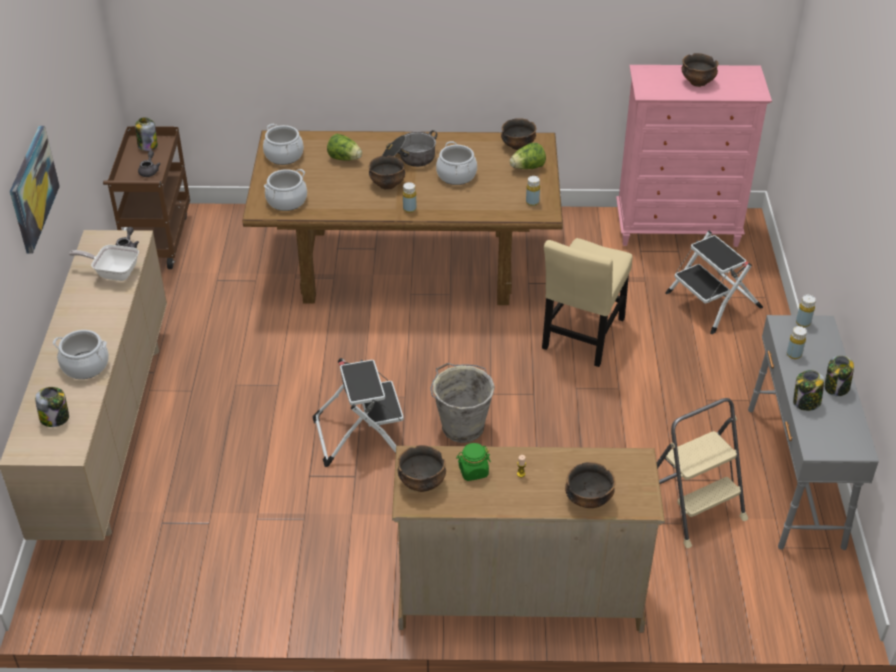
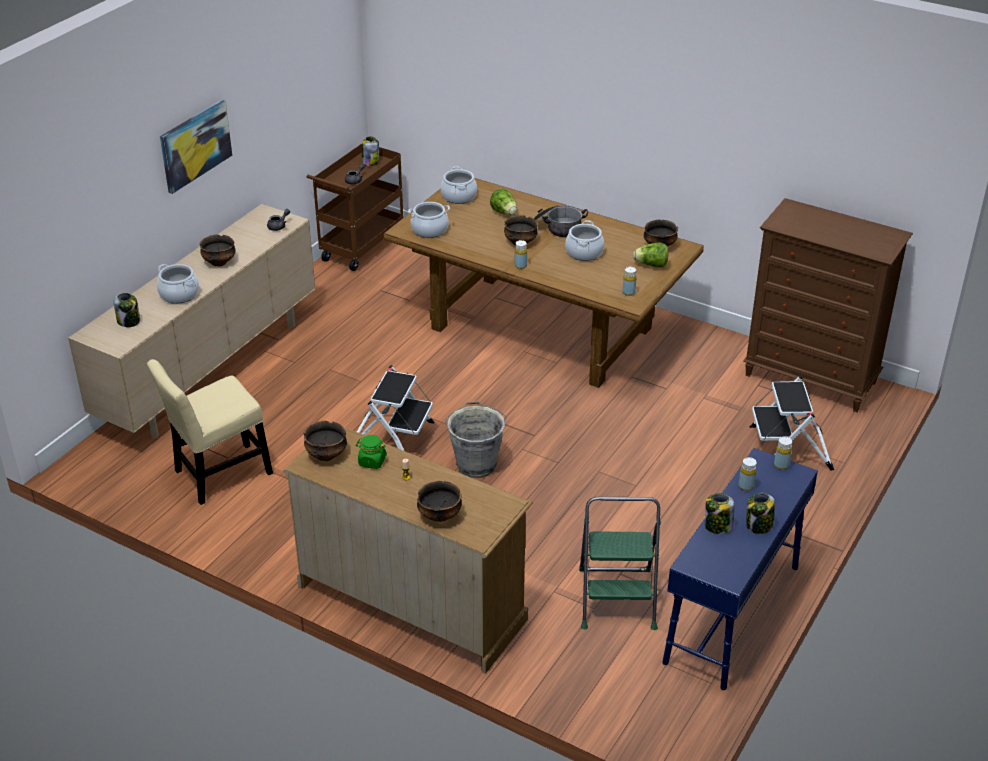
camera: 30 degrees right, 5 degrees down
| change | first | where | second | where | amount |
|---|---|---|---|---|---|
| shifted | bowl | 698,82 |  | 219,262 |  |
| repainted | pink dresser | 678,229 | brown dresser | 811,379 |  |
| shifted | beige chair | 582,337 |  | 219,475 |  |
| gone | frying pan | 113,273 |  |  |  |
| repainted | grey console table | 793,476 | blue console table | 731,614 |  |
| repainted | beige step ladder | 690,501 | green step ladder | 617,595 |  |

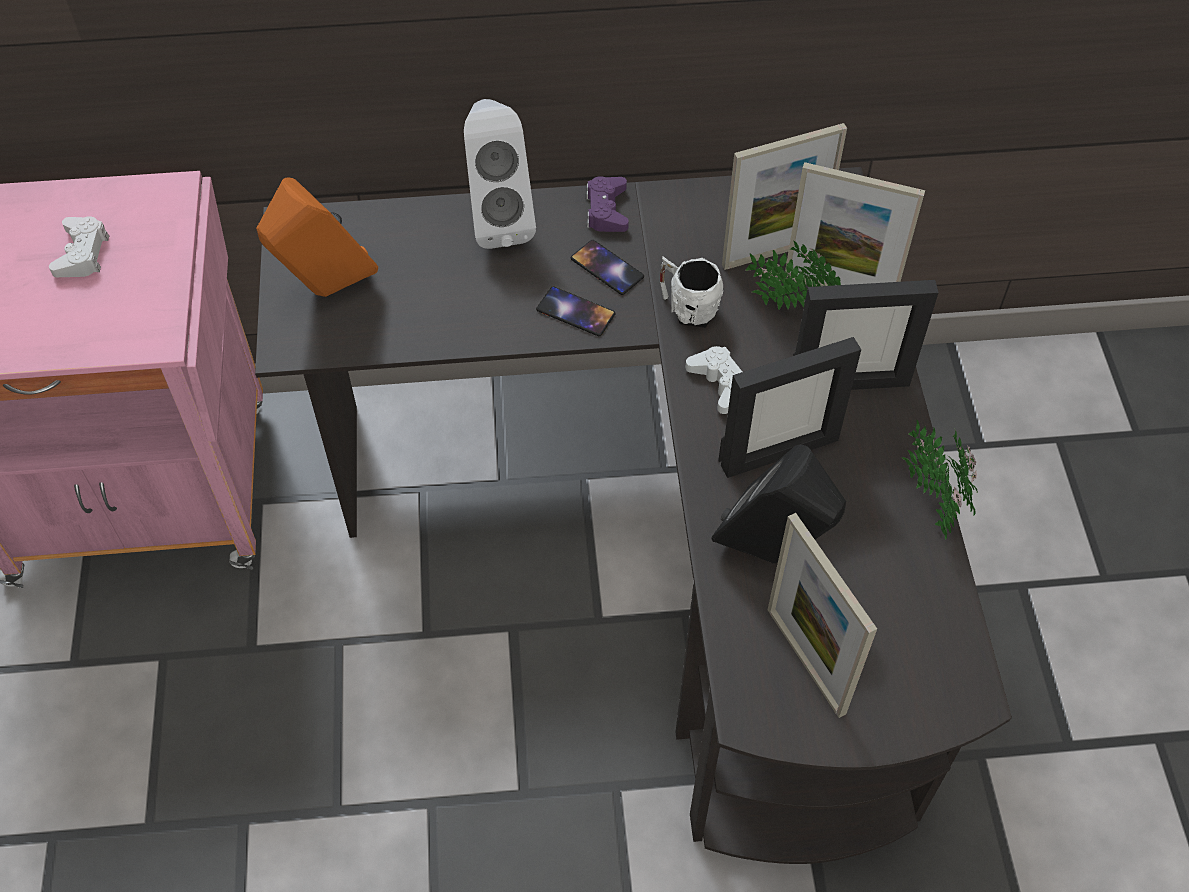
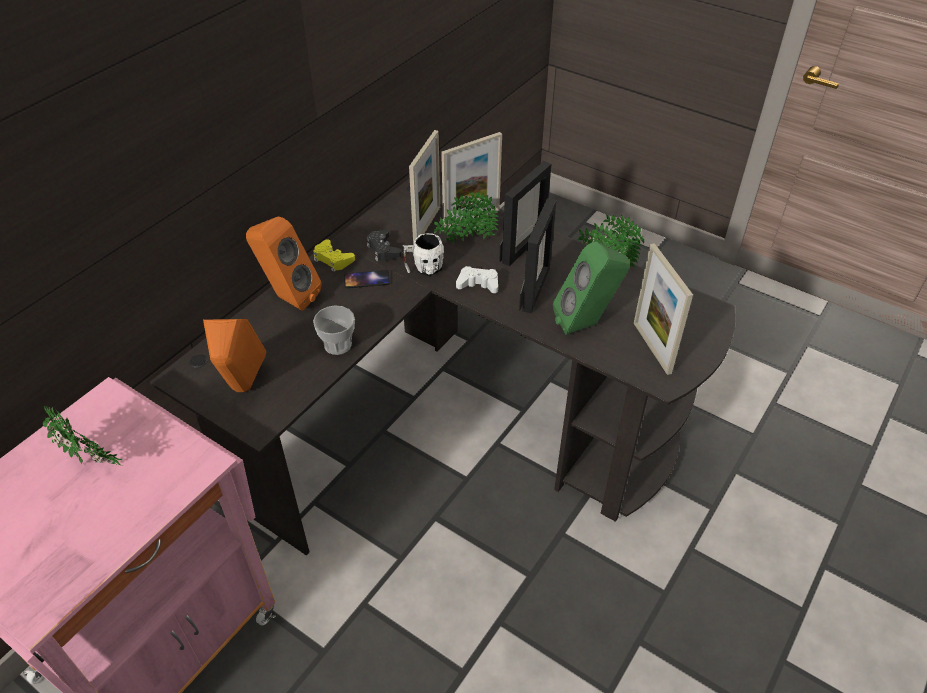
camera: 50 degrees left, 10 degrees down
| change | first | where | second | where | amount |
|---|---|---|---|---|---|
| repainted | white speaker | 499,220 | orange speaker | 288,298 |  |
| repainted | purple game controller | 606,210 | yellow game controller | 333,259 |  |
| swapped | white game controller | 82,253 | potted plant | 93,464 |  |
| gone | phone | 575,312 |  |  |  |
| repainted | black speaker | 772,554 | green speaker | 586,324 |  |
| rotated | picture frame | 805,660 |  | 652,347 | 60 degrees clockwise |
| new |  |  | black game controller | 383,250 |  |
| new |  |  | cup | 337,345 |  |

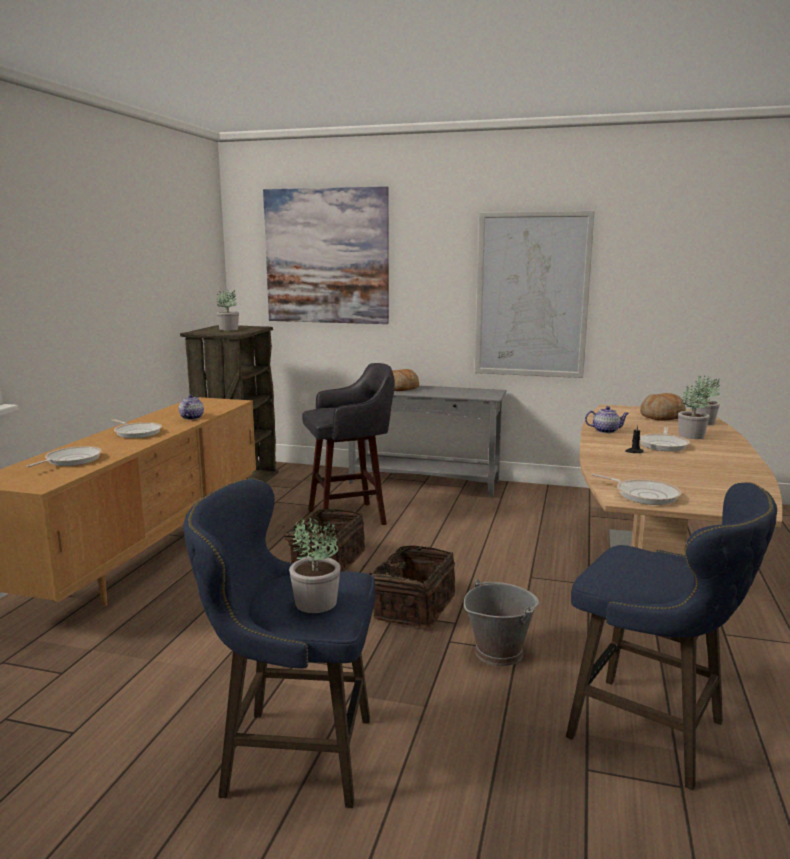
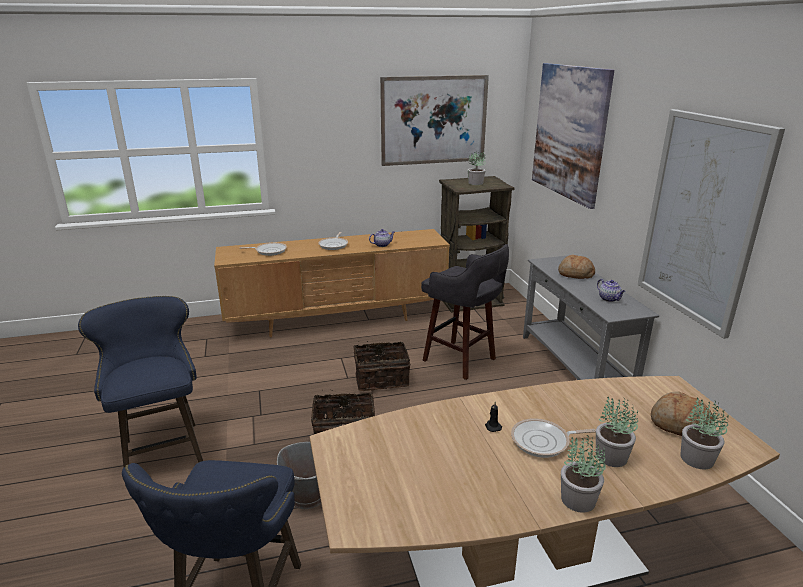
camera: 60 degrees right, 10 degrees up
| change | first | where | second | where | amount |
|---|---|---|---|---|---|
| shifted | teapot | 606,431 |  | 609,299 |  |
| gone | frying pan | 643,495 |  |  |  |
| shifted | potted plant | 315,603 |  | 577,500 |  |
| new |  |  | picture | 434,120 |  |

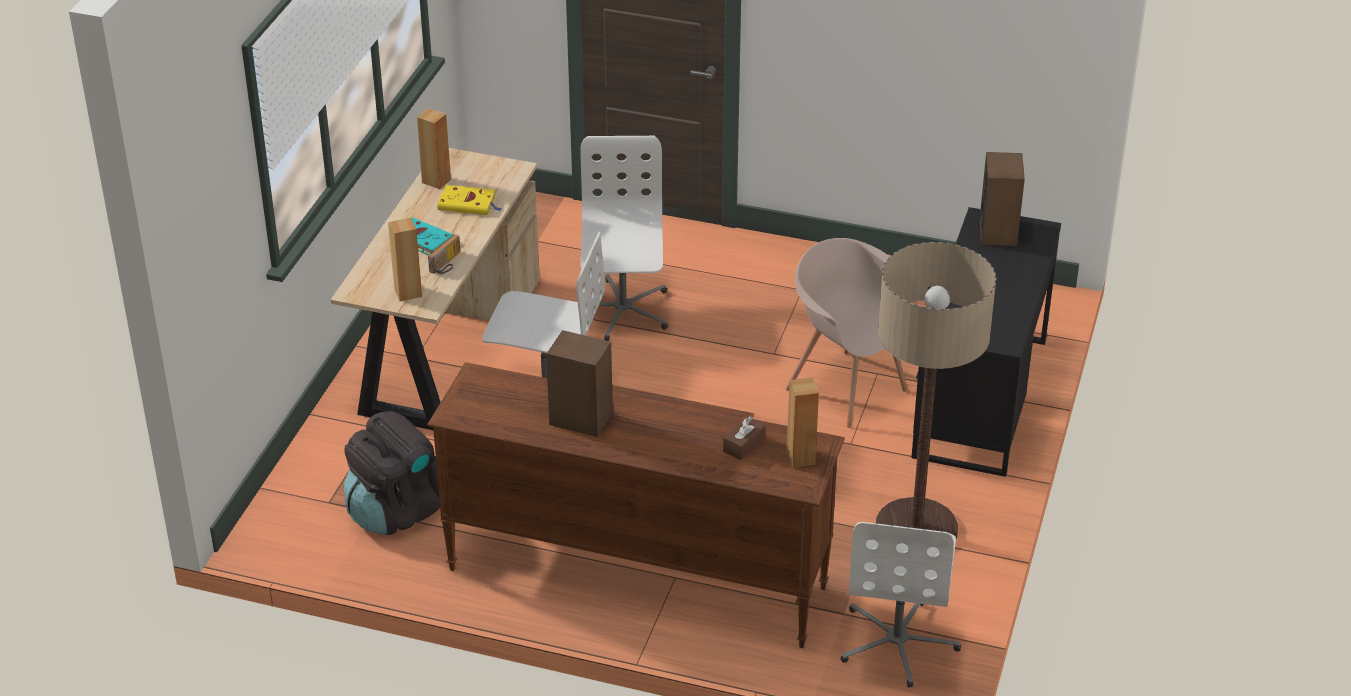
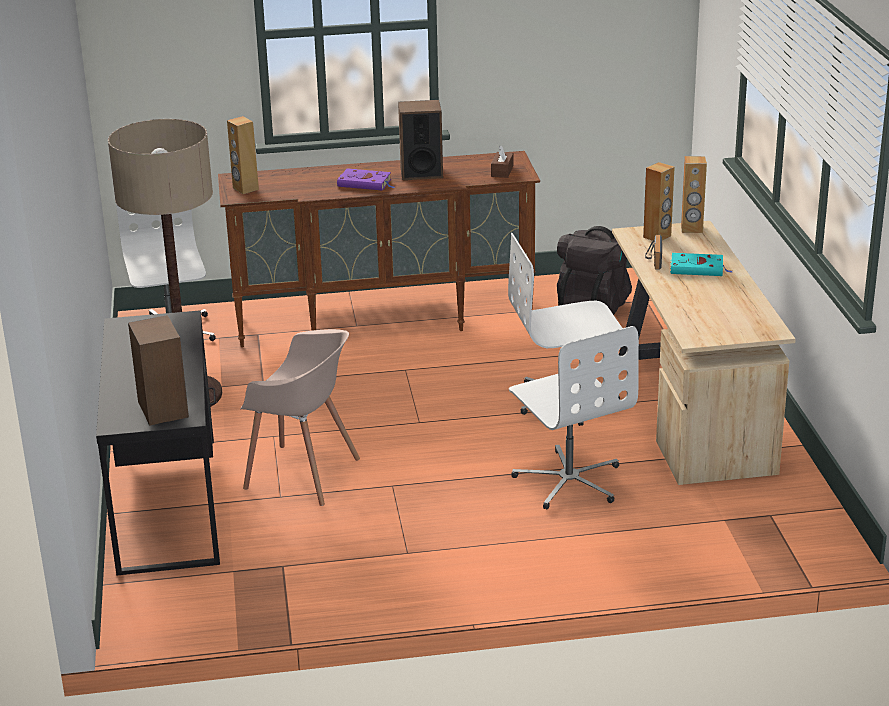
camera: 155 degrees right, 10 degrees down
| change | first | where | second | where | amount |
|---|---|---|---|---|---|
| shifted | brown speaker | 436,181 |  | 691,229 |  |
| gone | yellow book | 468,204 |  |  |  |
| shifted | brown tissue box | 744,445 |  | 502,171 |  |
| new |  |  | purple book | 366,183 |  |

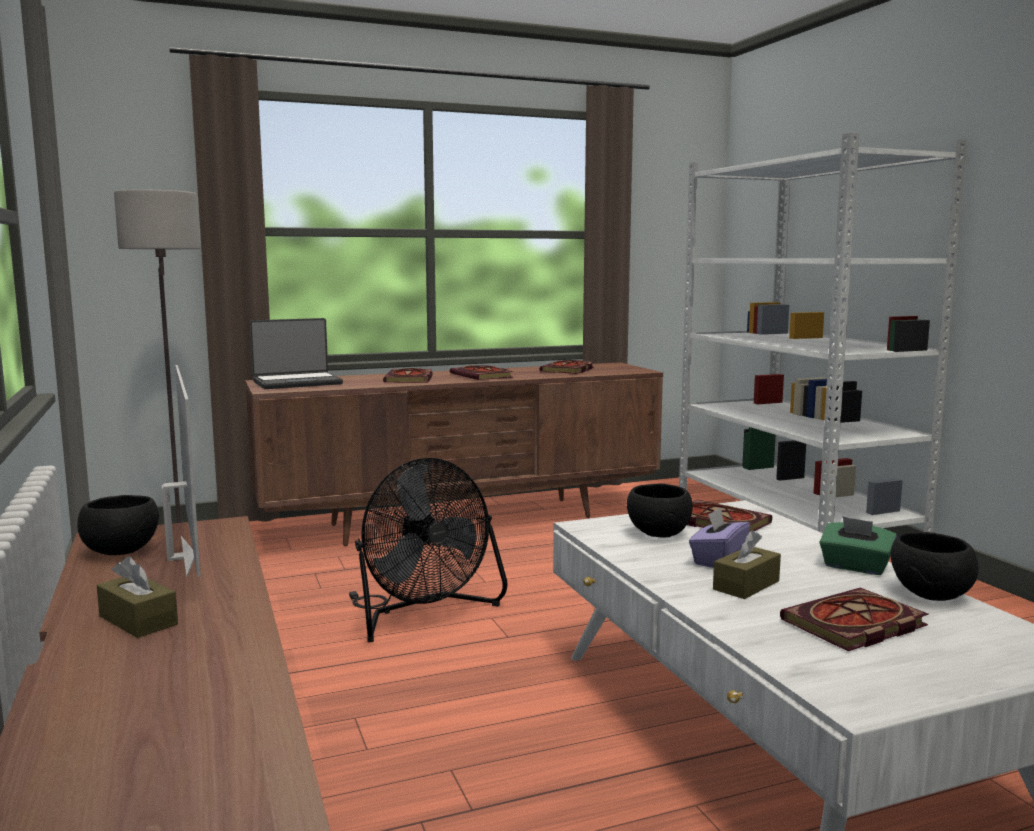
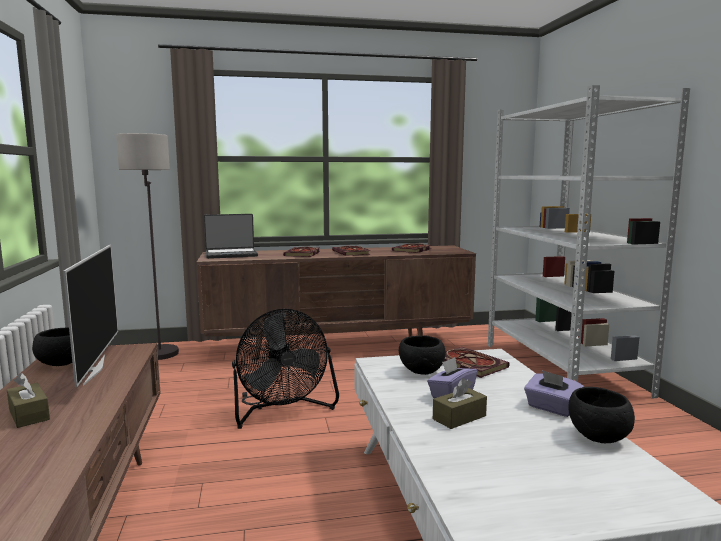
camera: 10 degrees right, 0 degrees up
| change | first | where | second | where | amount |
|---|---|---|---|---|---|
| repainted | green tissue box | 855,567 | purple tissue box | 552,408 |  |
| gone | book | 853,625 |  |  |  |

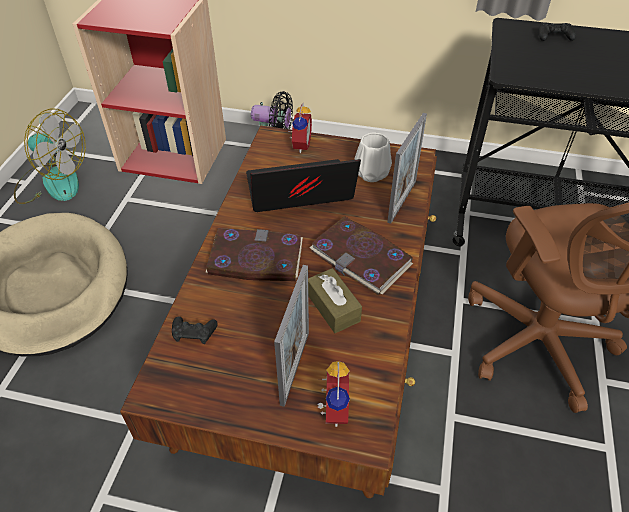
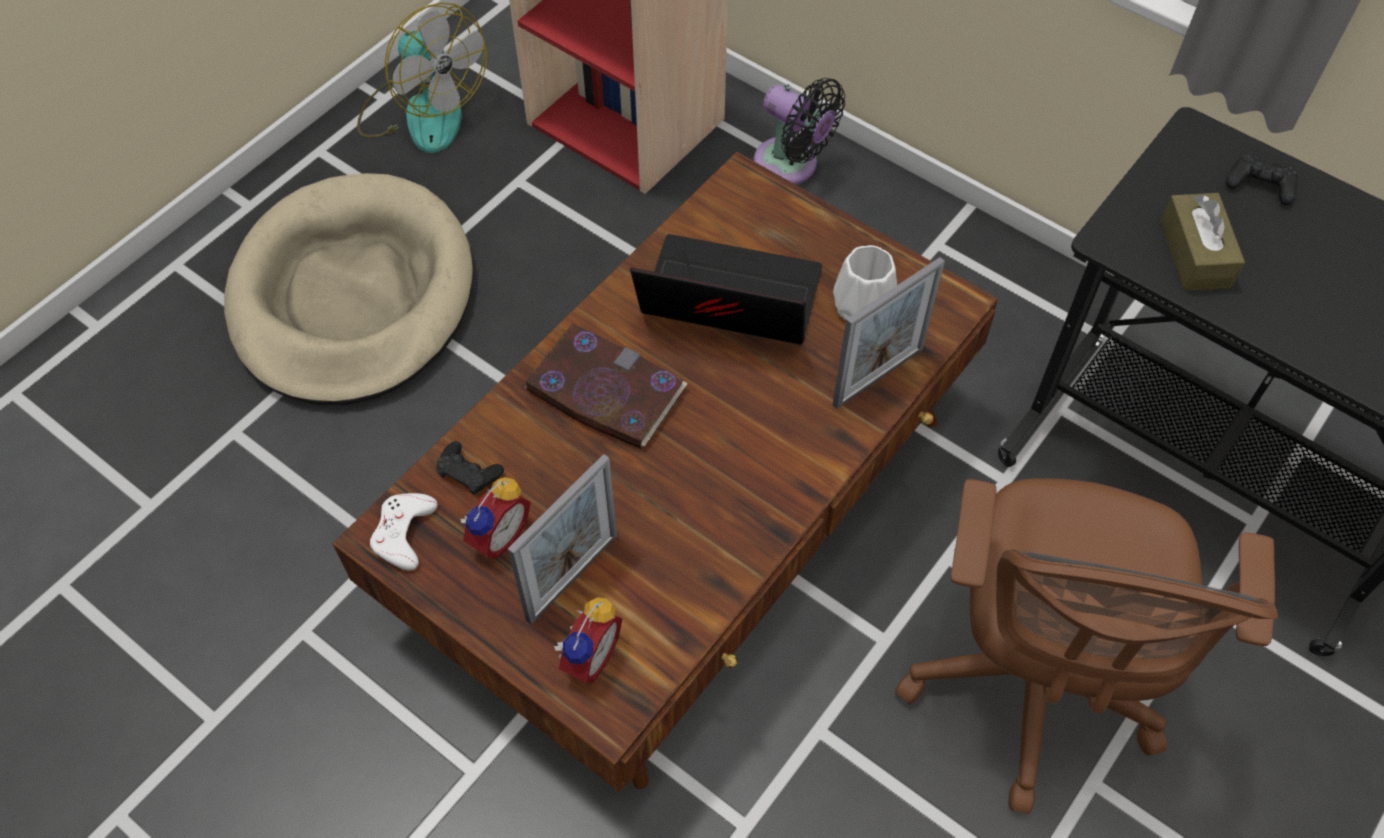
camera: 25 degrees right, 10 degrees up
| change | first | where | second | where | amount |
|---|---|---|---|---|---|
| shifted | alarm clock | 299,145 |  | 497,535 |  |
| gone | book | 361,258 |  |  |  |
| shifted | brown tissue box | 333,307 |  | 1195,254 |  |
| new |  |  | white game controller | 404,533 |  |

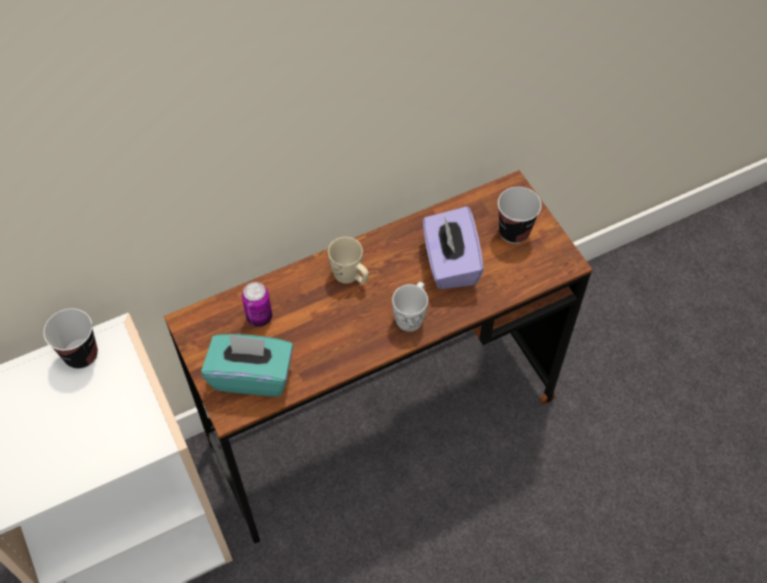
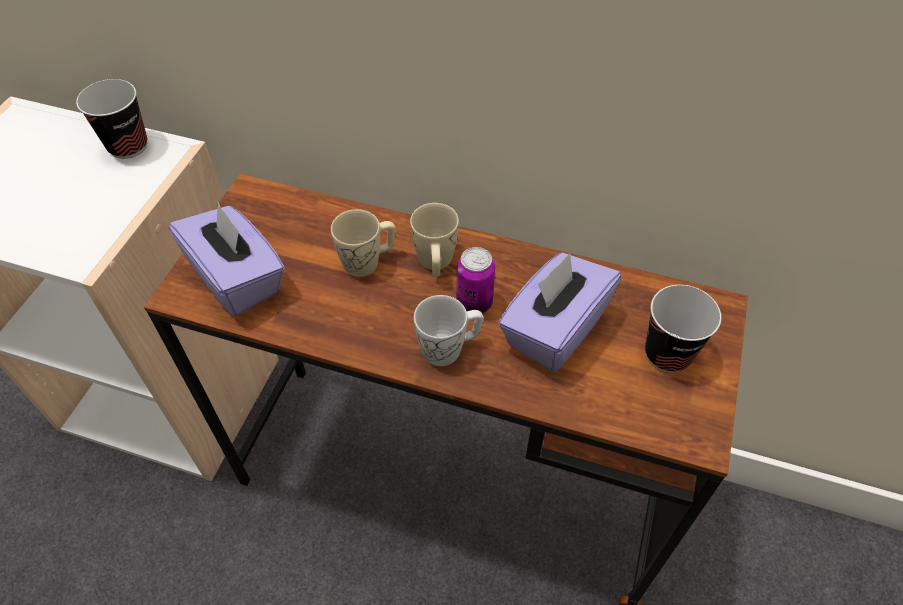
camera: 45 degrees right, 5 degrees down
| change | first | where | second | where | amount |
|---|---|---|---|---|---|
| shifted | can | 259,317 |  | 474,303 |  |
| repainted | turquoise tissue box | 252,375 | purple tissue box | 237,278 |  |
| new |  |  | beige mug | 368,261 |  |

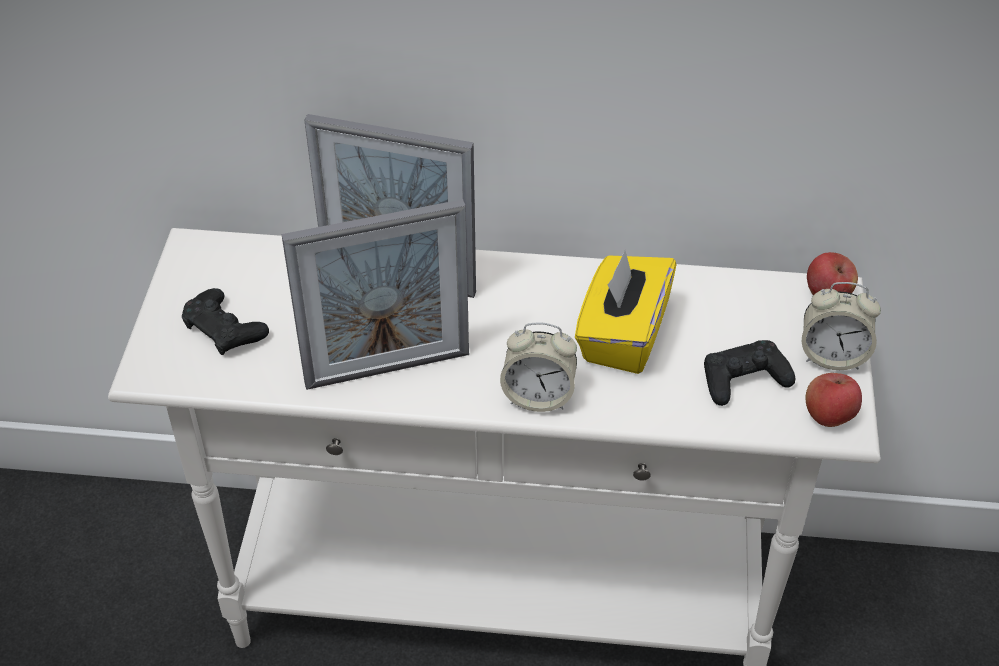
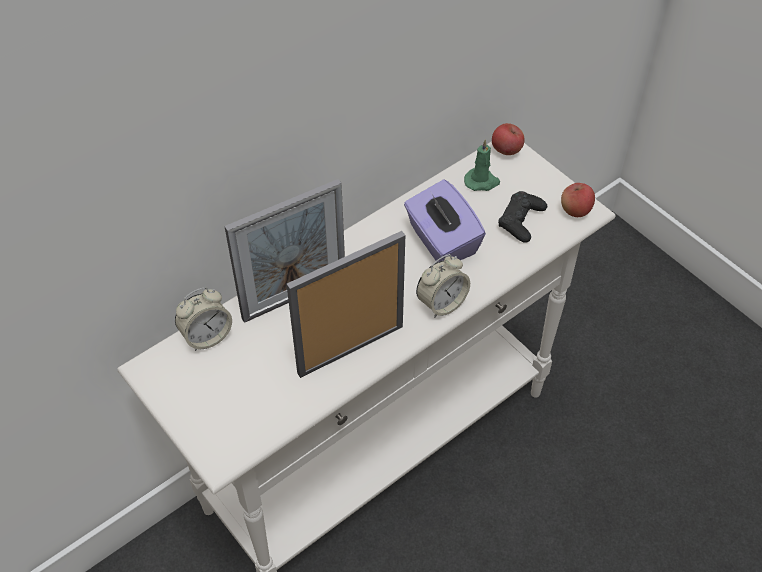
camera: 45 degrees left, 5 degrees up
| change | first | where | second | where | amount |
|---|---|---|---|---|---|
| rotated | picture frame | 387,369 |  | 350,349 | 150 degrees counterclockwise |
| repainted | yellow tissue box | 622,335 | purple tissue box | 441,241 |  |
| shifted | alarm clock | 832,356 |  | 207,336 |  |
| gone | black game controller | 224,329 |  |  |  |
| new |  |  | green candle | 482,181 |  |

